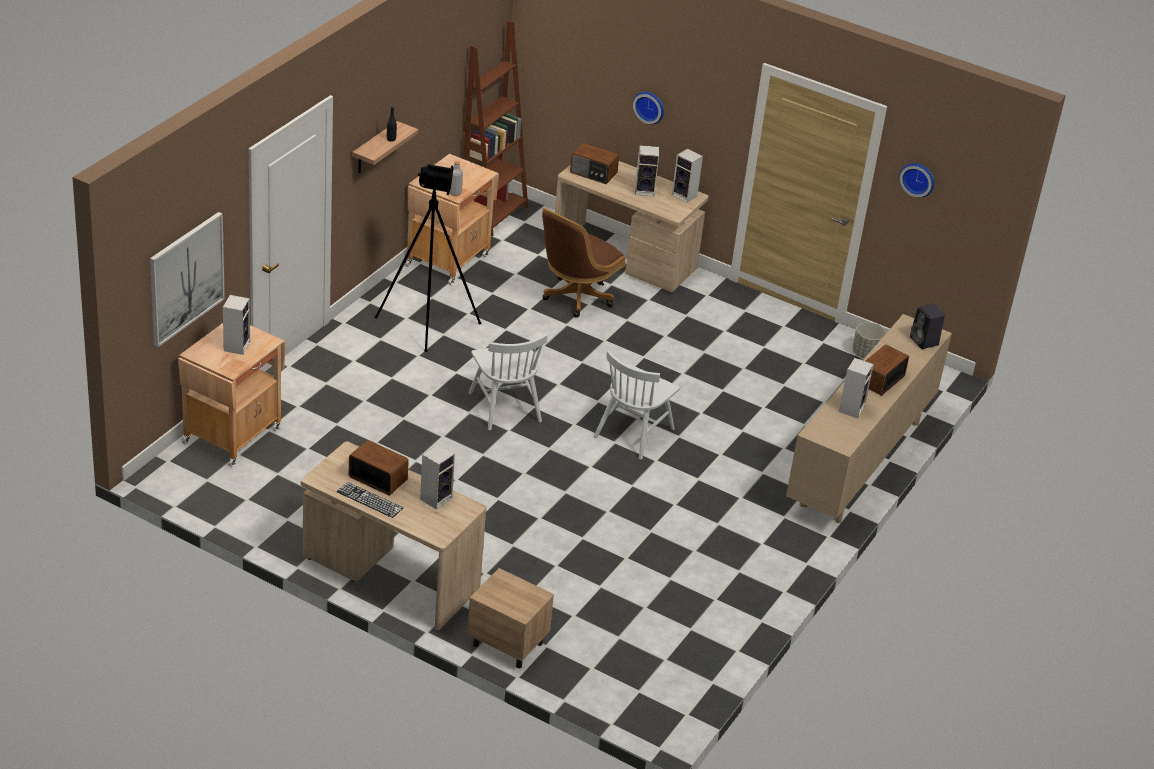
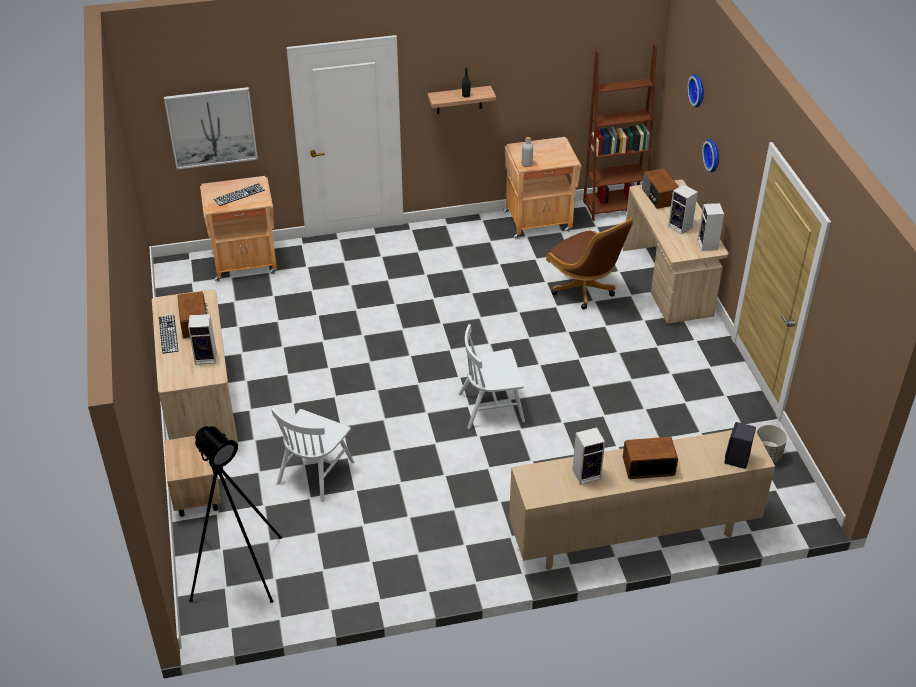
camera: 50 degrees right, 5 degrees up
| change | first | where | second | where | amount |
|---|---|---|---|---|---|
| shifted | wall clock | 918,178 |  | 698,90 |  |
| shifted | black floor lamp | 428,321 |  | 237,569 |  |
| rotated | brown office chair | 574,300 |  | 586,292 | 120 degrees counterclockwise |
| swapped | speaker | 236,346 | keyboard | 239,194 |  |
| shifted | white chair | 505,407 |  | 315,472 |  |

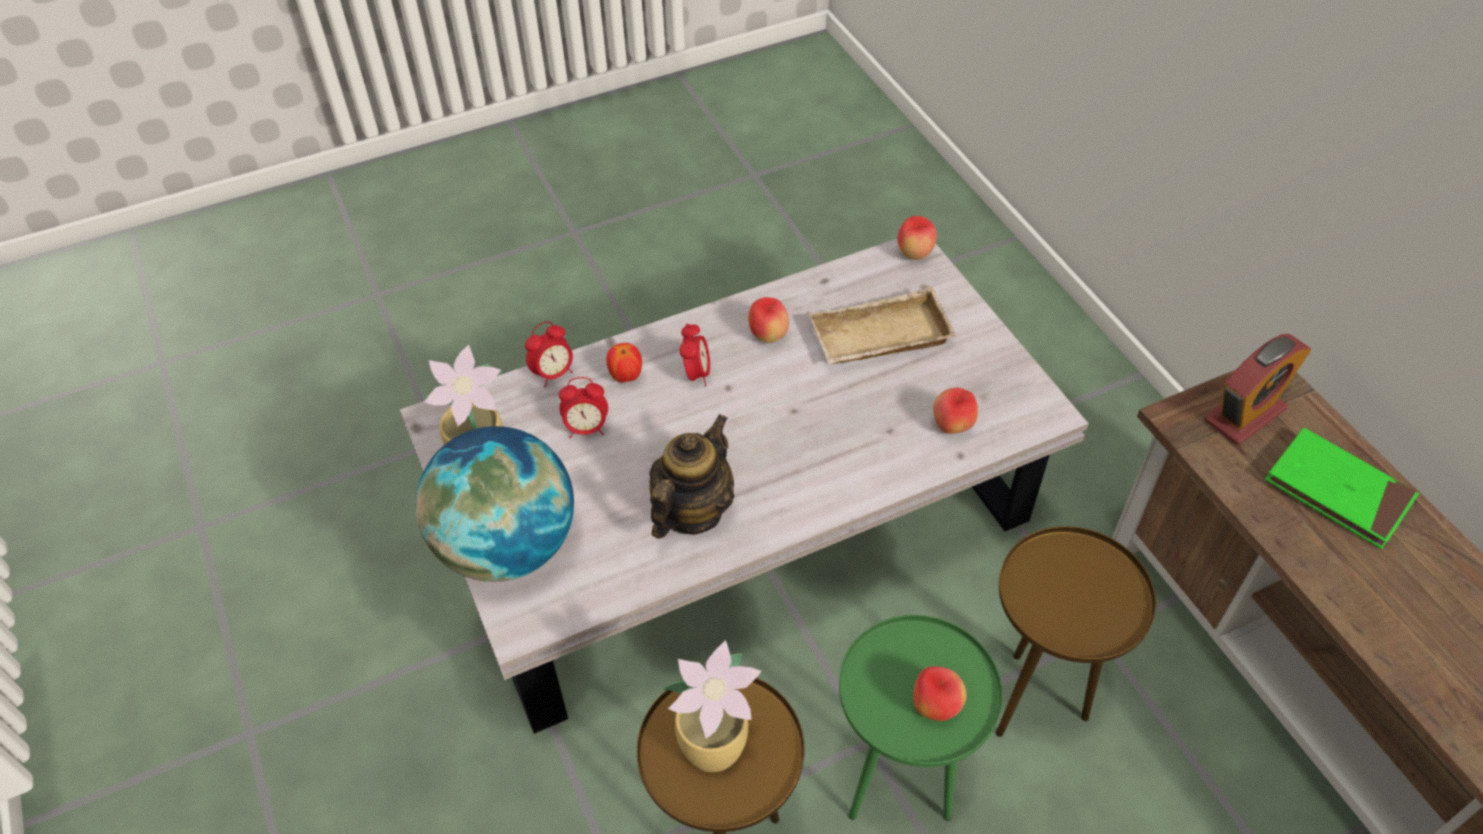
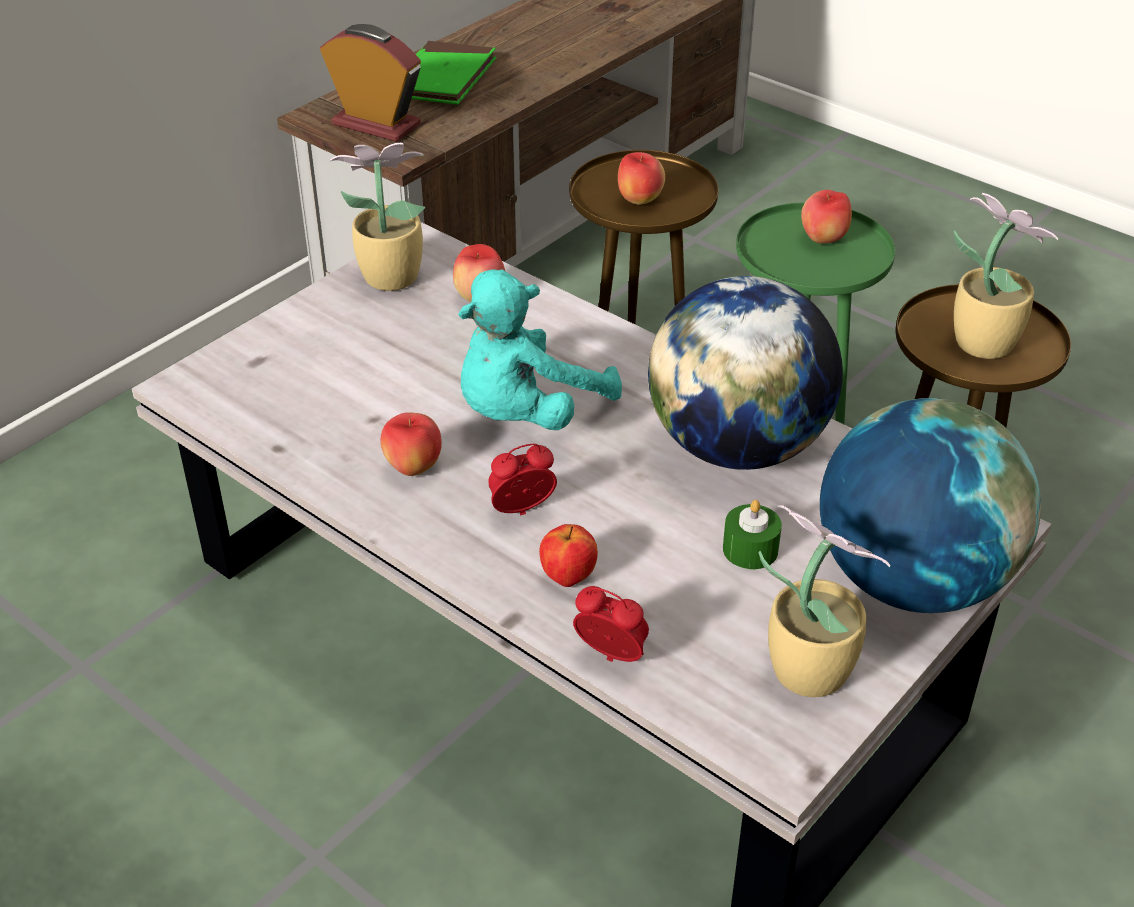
camera: 115 degrees left, 10 degrees down
| change | first | where | second | where | amount |
|---|---|---|---|---|---|
| shifted | apple | 914,254 |  | 639,200 |  |
| gone | beige tray | 879,340 |  |  |  |
| gone | alarm clock | 586,428 |  |  |  |
| swapped | teapot | 691,511 | globe | 737,446 |  |
| new |  |  | potted plant | 388,277 |  |
| new |  |  | turquoise plush toy | 526,413 |  |
| new |  |  | green candle | 750,549 |  |

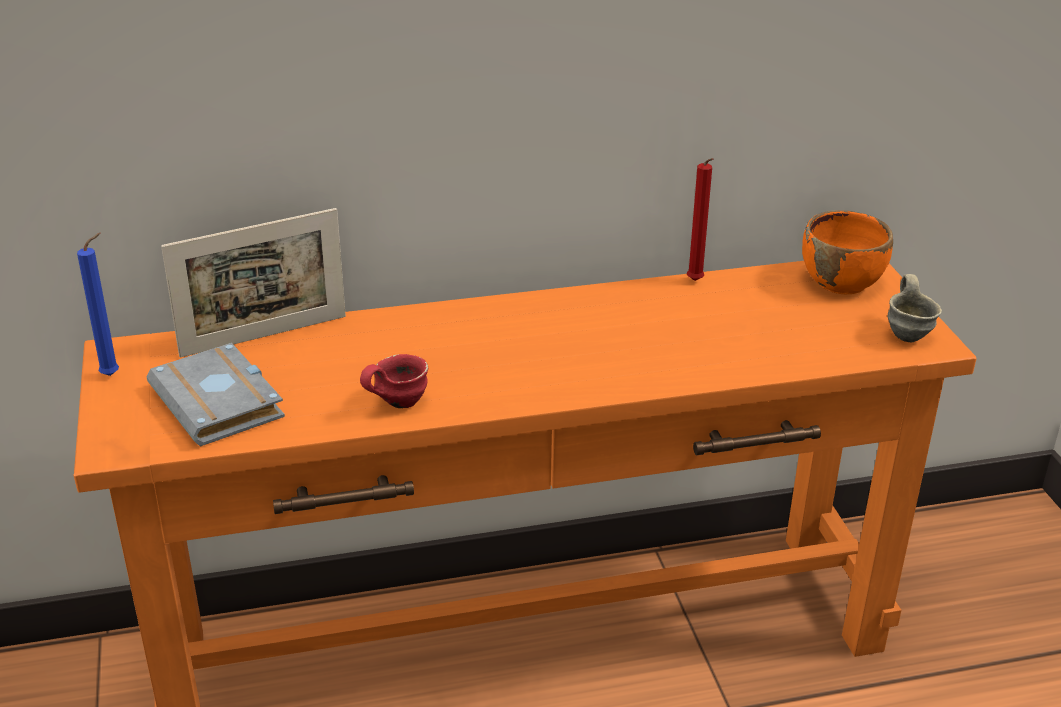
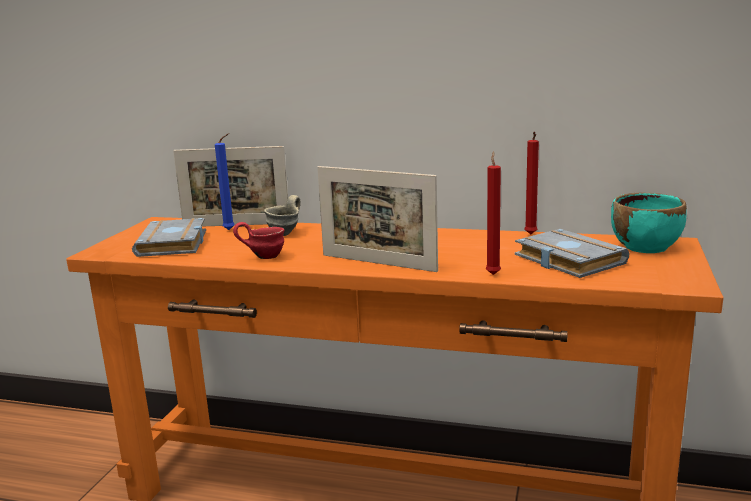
camera: 30 degrees right, 15 degrees down
| change | first | where | second | where | amount |
|---|---|---|---|---|---|
| repainted | orange bowl | 842,282 | turquoise bowl | 646,247 |  |
| shifted | blue candle | 113,375 |  | 231,230 |  |
| shifted | grey mug | 910,334 |  | 287,233 |  |
| new |  |  | red candle | 493,274 |  |
| new |  |  | picture frame | 378,263 |  |
| new |  |  | grey book | 565,260 |  |

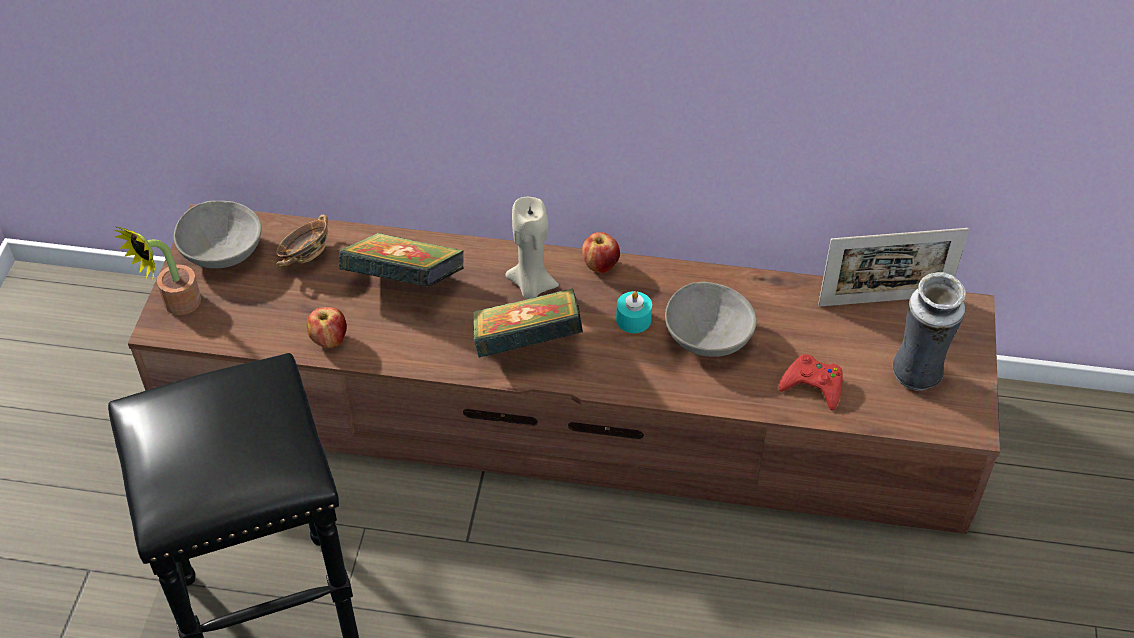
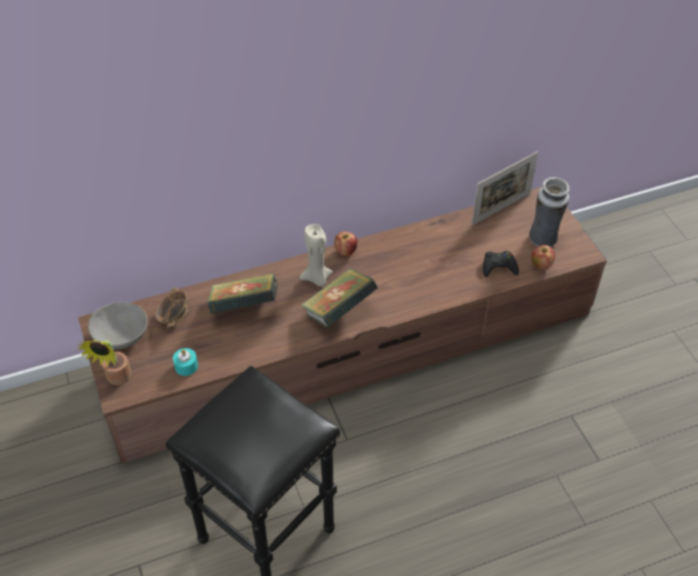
camera: 30 degrees left, 0 degrees up
| change | first | where | second | where | amount |
|---|---|---|---|---|---|
| gone | grey bowl | 707,337 |  |  |  |
| shifted | turquoise candle | 633,319 |  | 186,366 |  |
| shifted | apple | 329,340 |  | 541,265 |  |
| repainted | red game controller | 813,385 | black game controller | 498,267 |  |

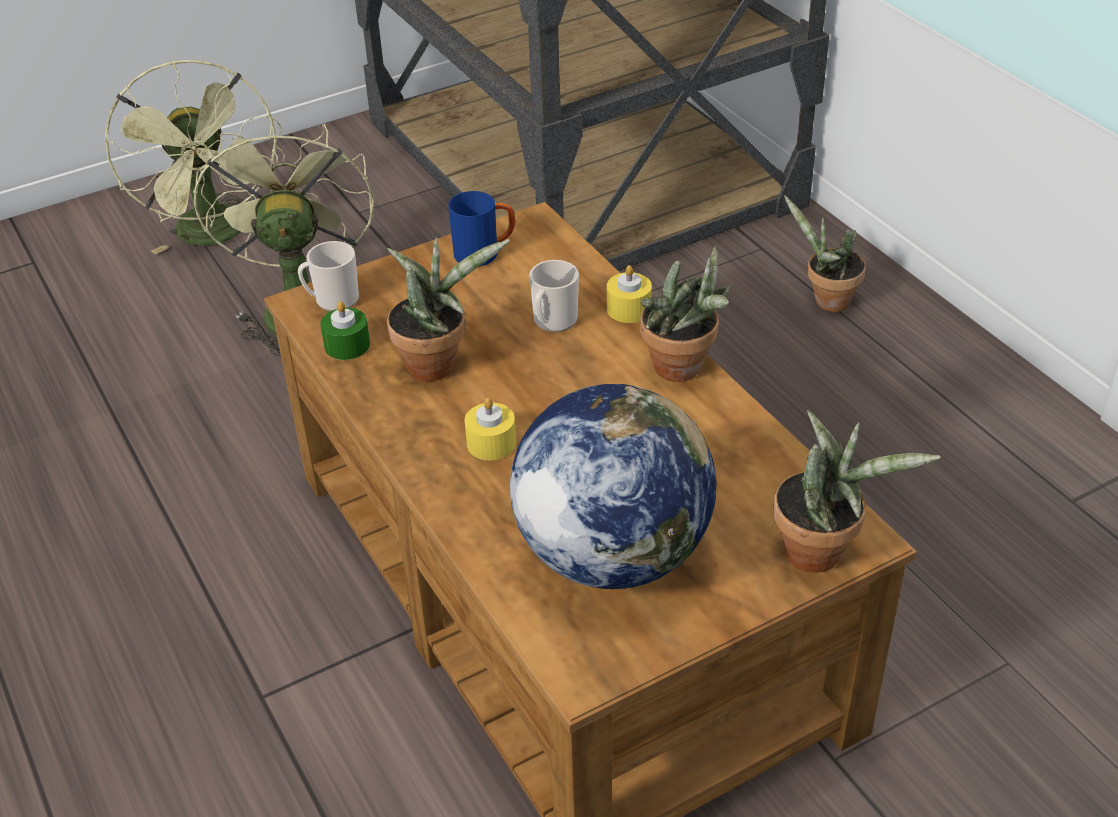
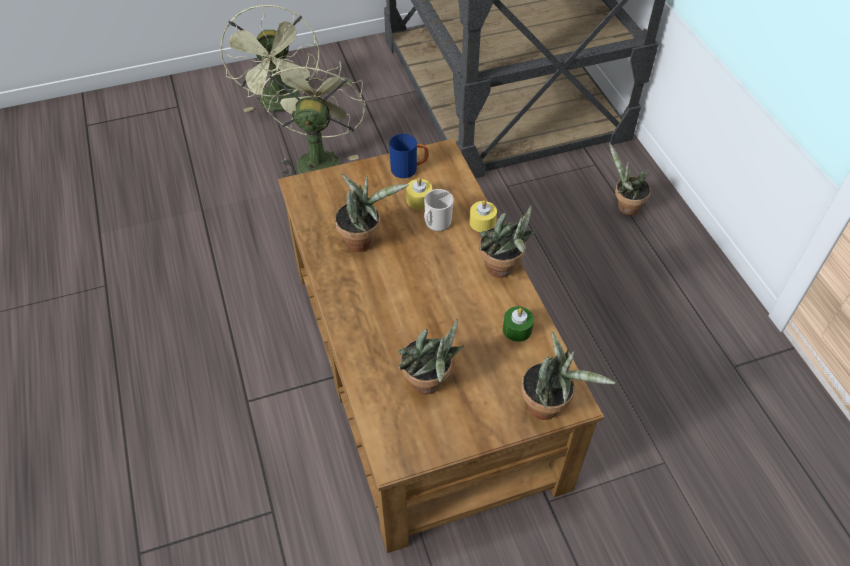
camera: 10 degrees right, 10 degrees up
| change | first | where | second | where | amount |
|---|---|---|---|---|---|
| gone | mug | 332,300 |  |  |  |
| shifted | green candle | 347,345 |  | 517,329 |  |
| swapped | globe | 612,554 | potted plant | 429,385 |  |
| shifted | yellow candle | 491,443 |  | 419,200 |  |

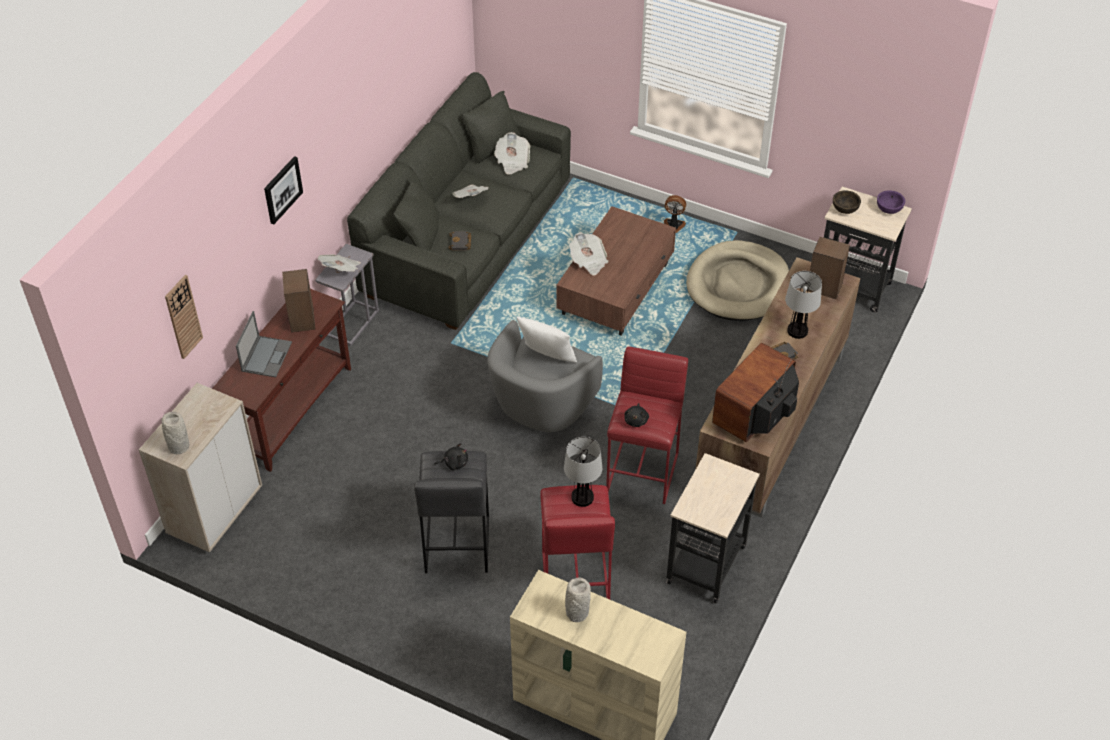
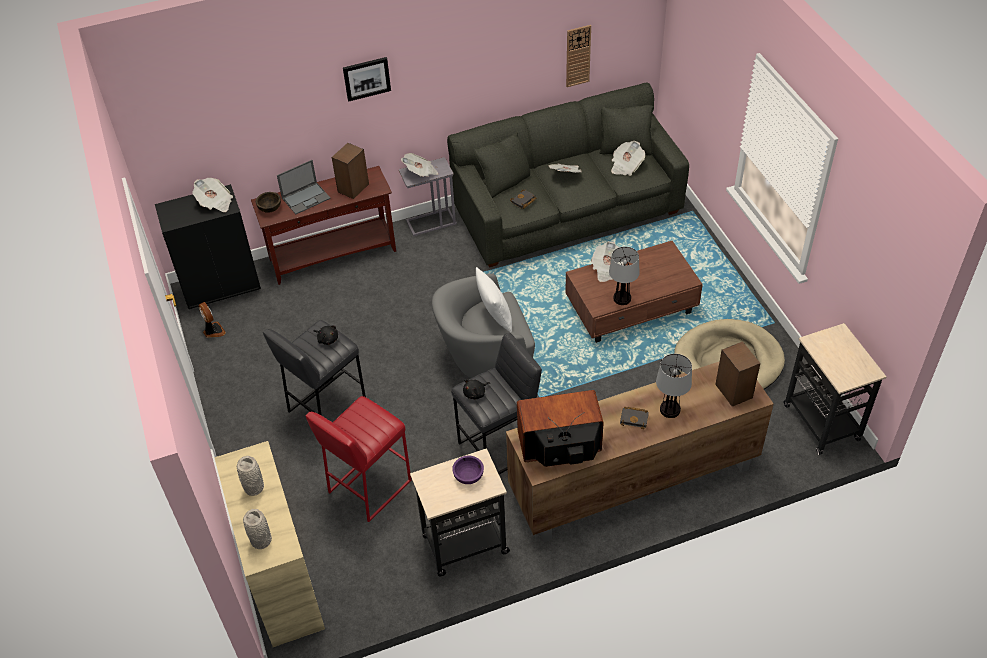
camera: 45 degrees right, 0 degrees up
| change | first | where | second | where | amount |
|---|---|---|---|---|---|
| shifted | brown bowl | 845,209 |  | 269,208 |  |
| shifted | purple bowl | 889,209 |  | 469,476 |  |
| shifted | fan | 673,226 |  | 213,331 |  |
| shifted | wall clock | 183,317 |  | 578,56 |  |
| repainted | red stool | 643,471 | grey stool | 499,447 |  |
| repainted | beige cabinet | 216,512 | black cabinet | 223,288 |  |
| shifted | grey vase | 178,446 |  | 261,540 |  |
| shifted | table lamp | 582,497 |  | 622,298 |  |
| new |  |  | newspaper | 215,202 |  |

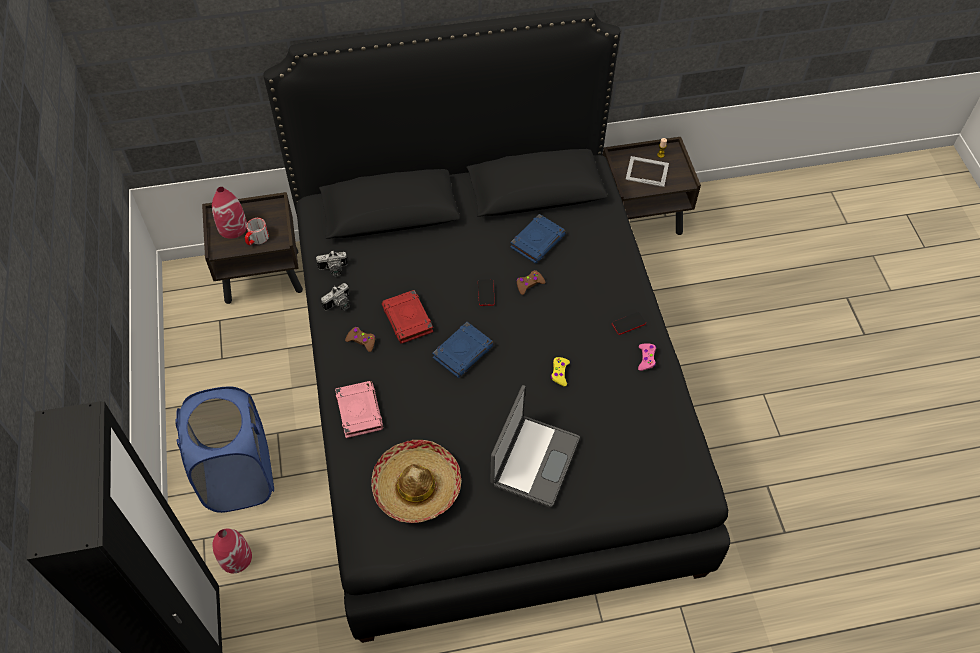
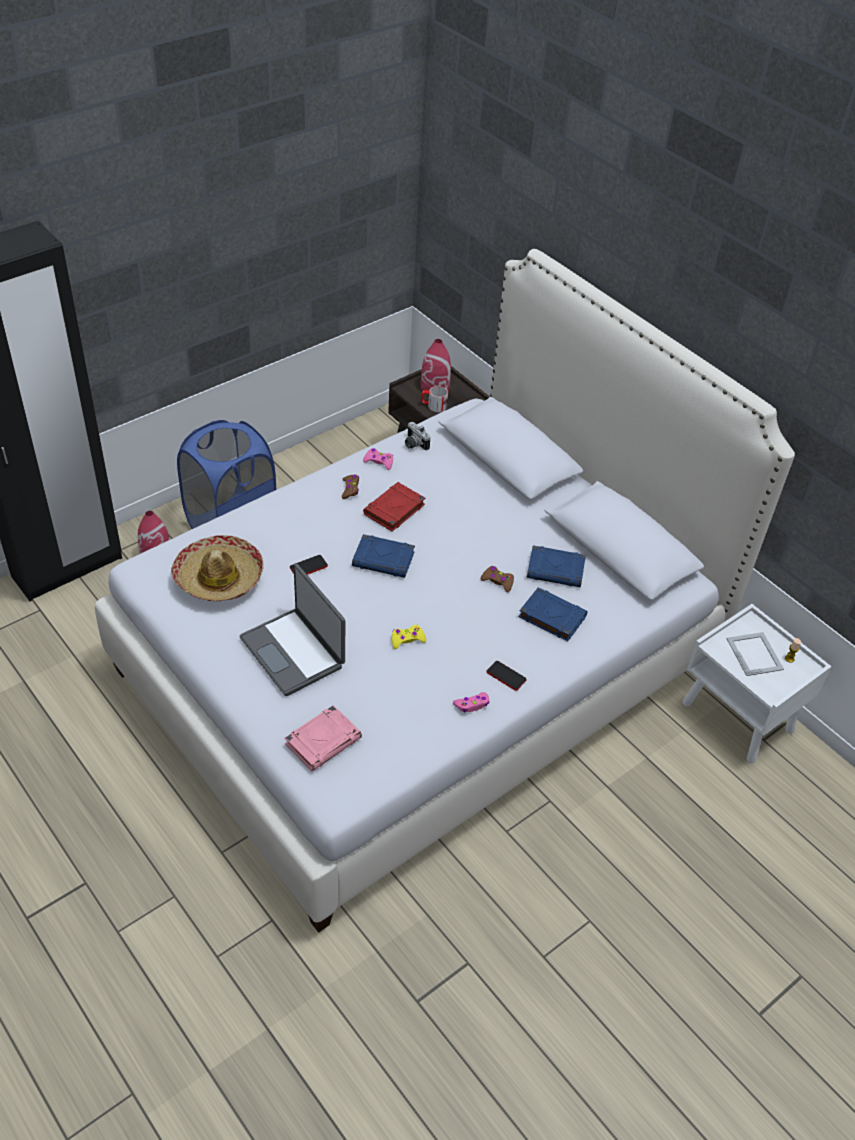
camera: 60 degrees right, 10 degrees down
| change | first | where | second | where | amount |
|---|---|---|---|---|---|
| repainted | black bed | 487,396 | white bed | 419,665 |  |
| repainted | brown nightstand | 641,219 | white nightstand | 738,718 |  |
| shifted | phone | 486,293 |  | 308,567 |  |
| swapped | photo camera | 339,305 | pink game controller | 379,461 |  |
| shifted | pink book | 358,411 |  | 323,741 |  |
| rotated | laptop | 533,460 |  | 294,652 | 60 degrees clockwise |
| new |  |  | blue book | 551,617 |  |

